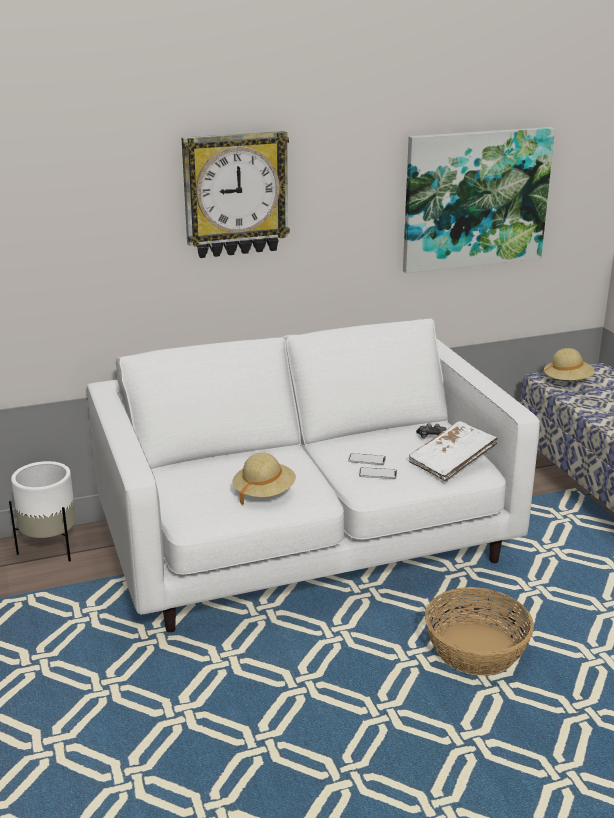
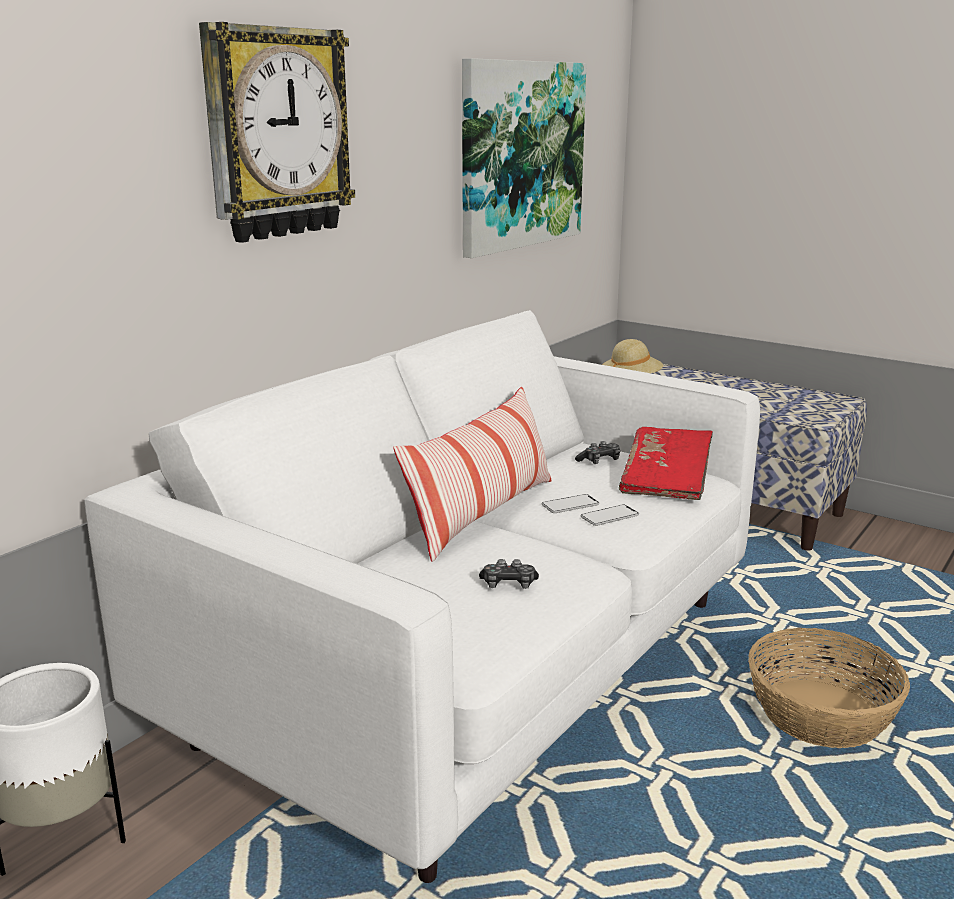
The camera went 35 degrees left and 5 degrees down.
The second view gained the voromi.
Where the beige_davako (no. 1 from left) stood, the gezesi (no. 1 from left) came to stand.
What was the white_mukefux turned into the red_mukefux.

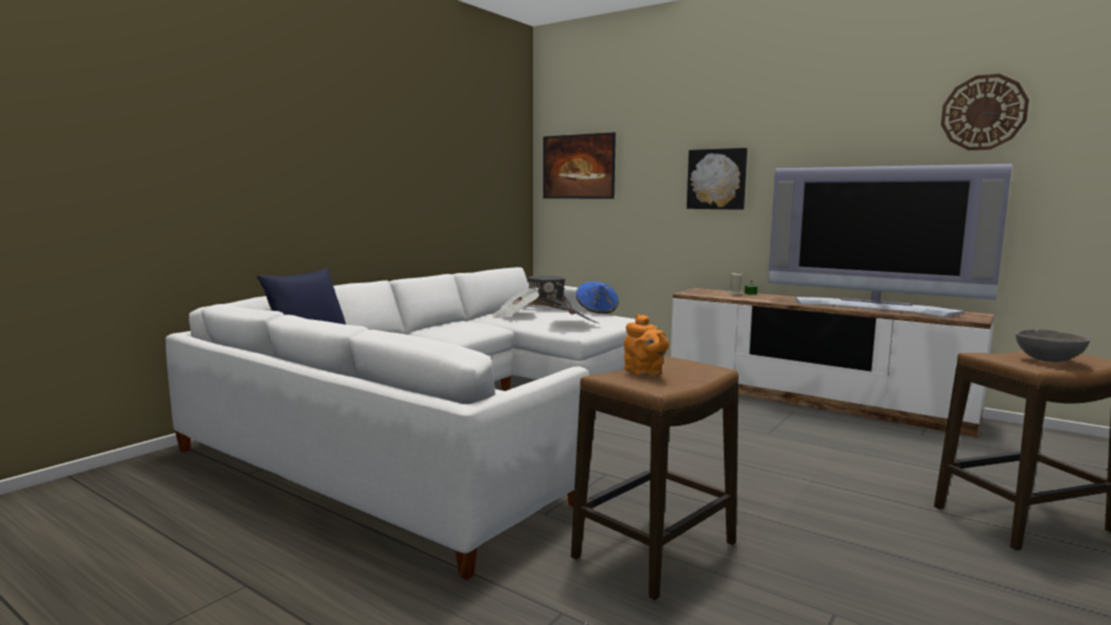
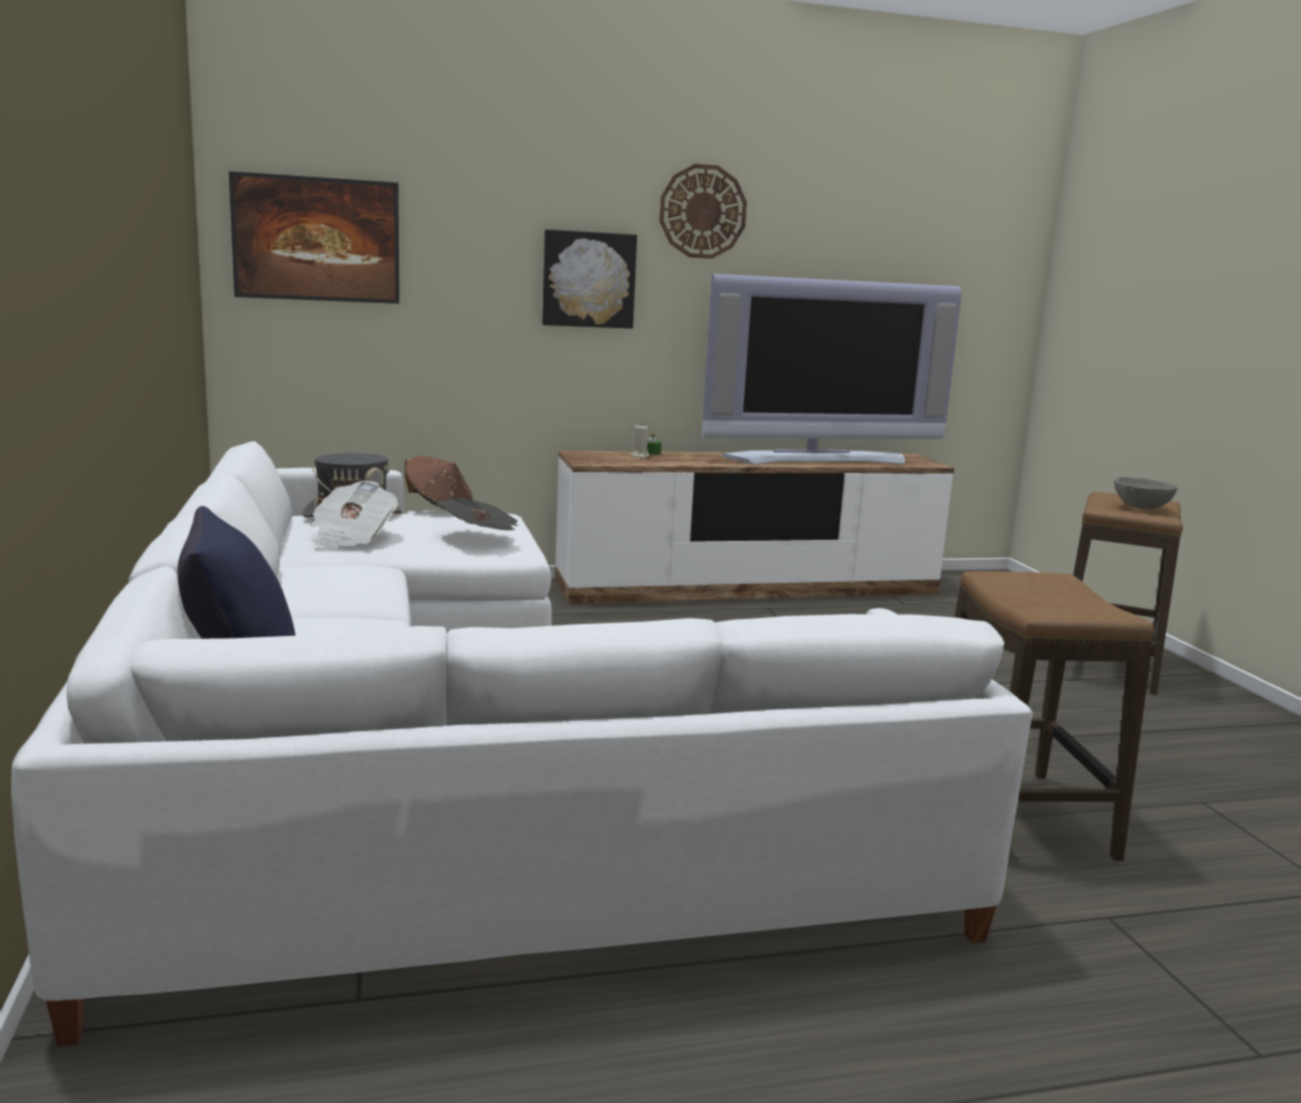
The camera went 50 degrees left and 5 degrees up.
The second view lost the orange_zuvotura.
The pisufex ended up elsewhere.
What was the blue_davako turned into the brown_davako.

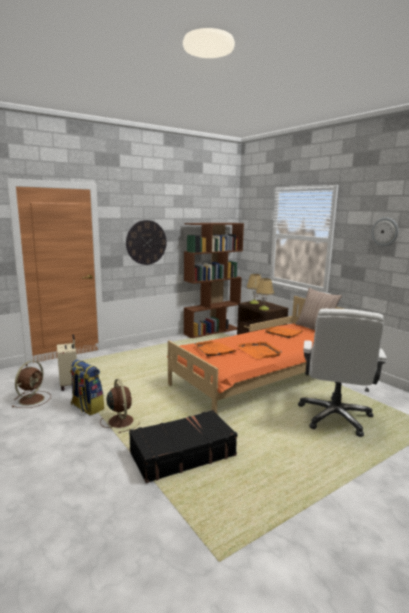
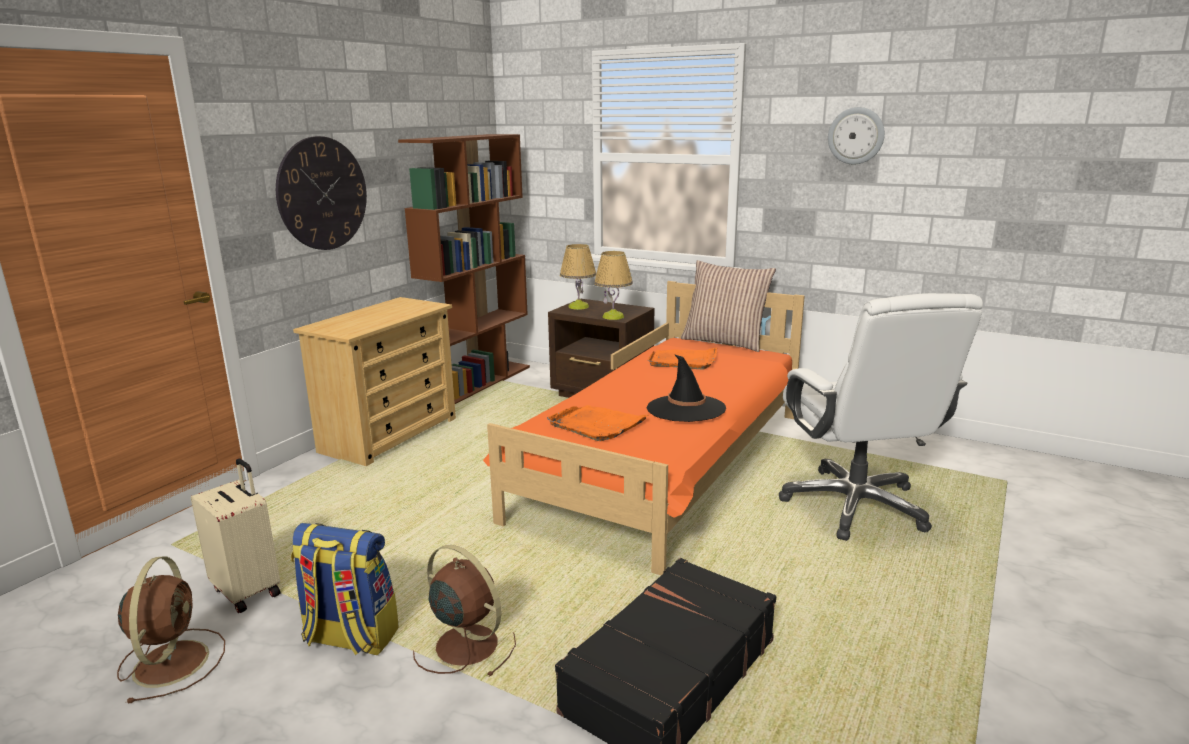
The camera went 25 degrees left and 5 degrees up.
The second view gained the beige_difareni.
Where the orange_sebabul (no. 2 from left) stood, the black_davako came to stand.

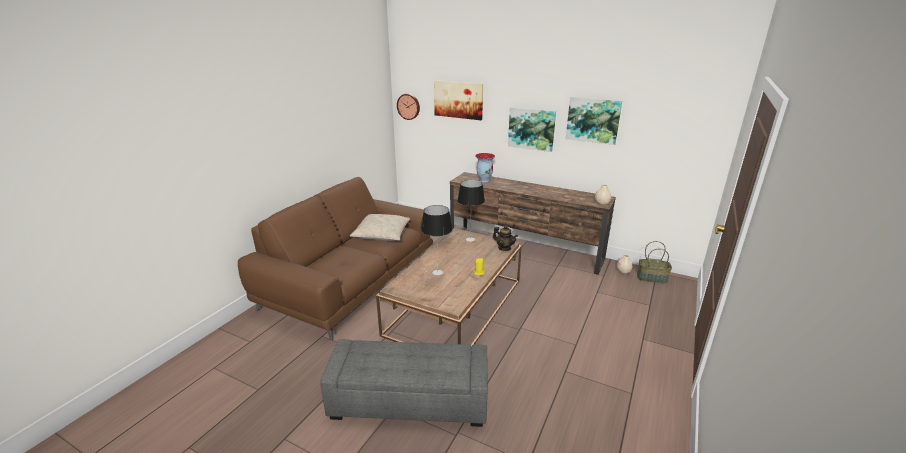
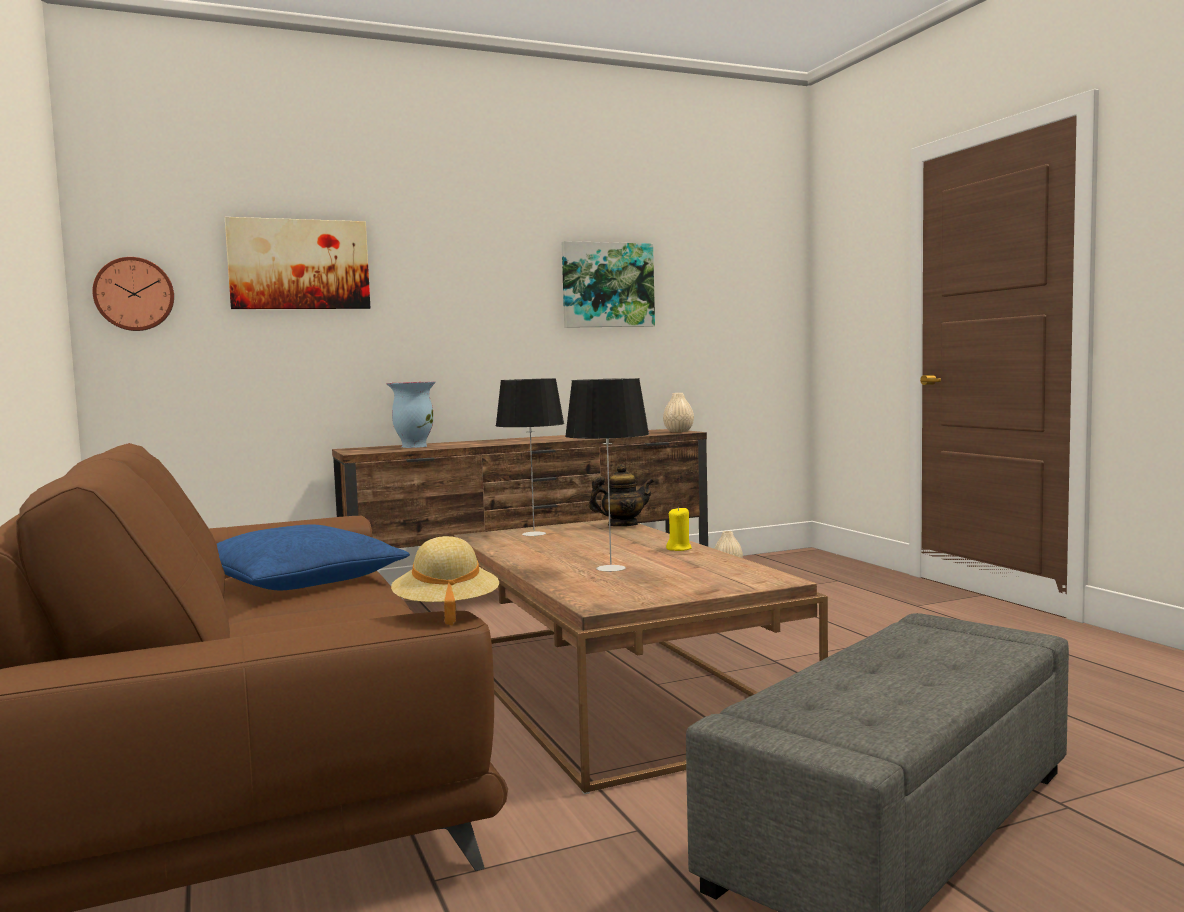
The camera went 50 degrees left and 20 degrees down.
The second view lost the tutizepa (no. 2 from left).
The second view lost the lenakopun.
The second view gained the beige_davako.
What was the beige_voromi turned into the blue_voromi.

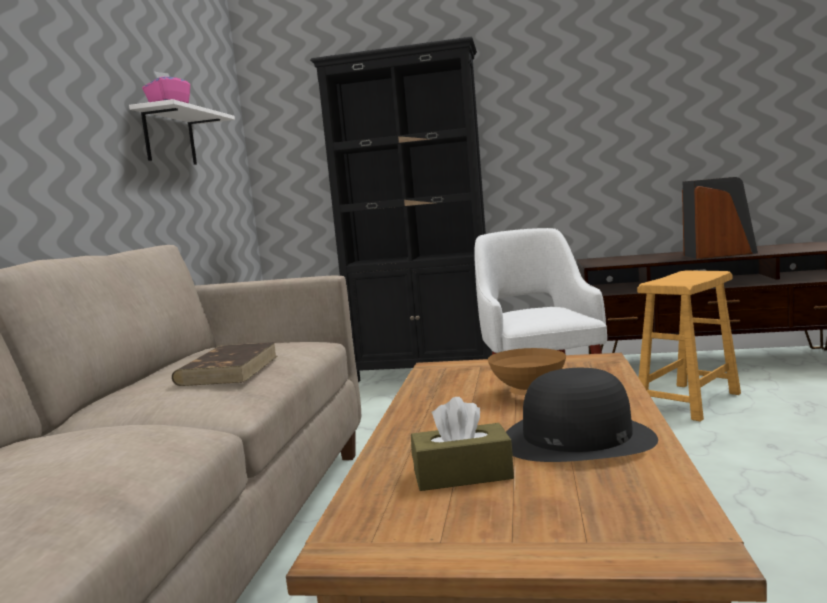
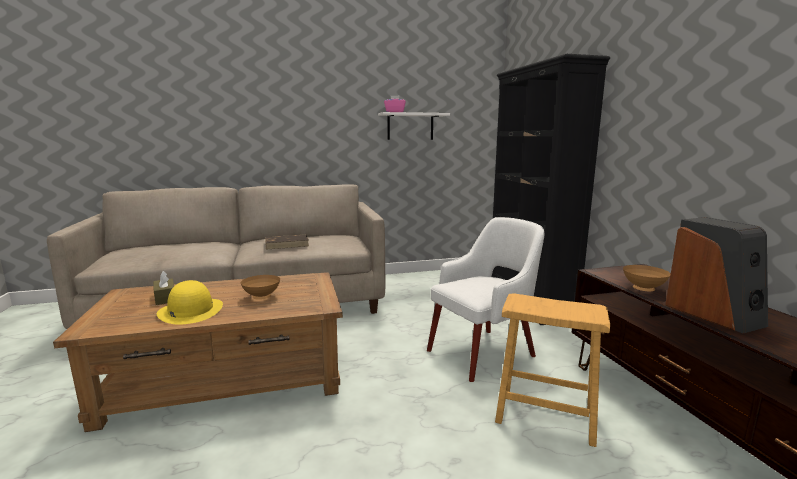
The camera went 65 degrees right and 5 degrees up.
The second view gained the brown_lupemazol (no. 2 from left).
What was the black_davako turned into the yellow_davako.

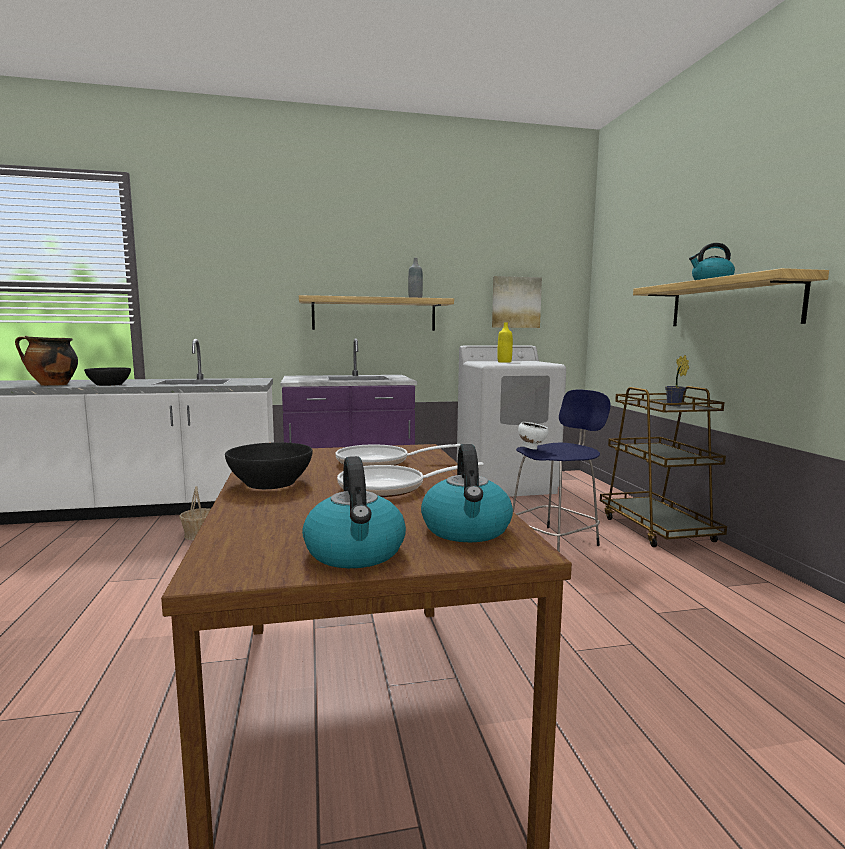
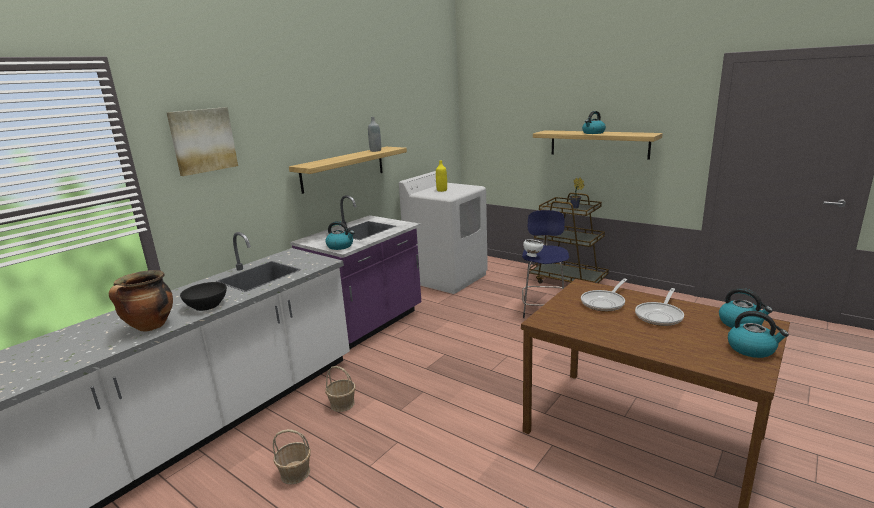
The camera went 40 degrees left and 10 degrees up.
The second view lost the black_lupemazol (no. 2 from left).
The second view gained the lenakopun (no. 1 from left).
The second view gained the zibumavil (no. 1 from left).
The tutizepa ended up elsewhere.

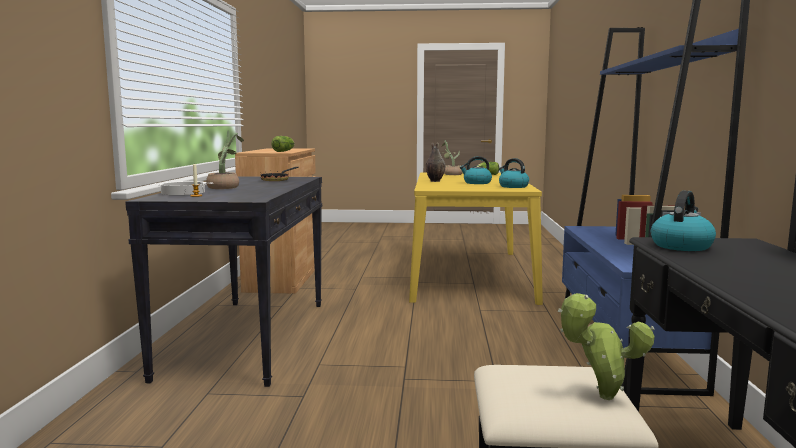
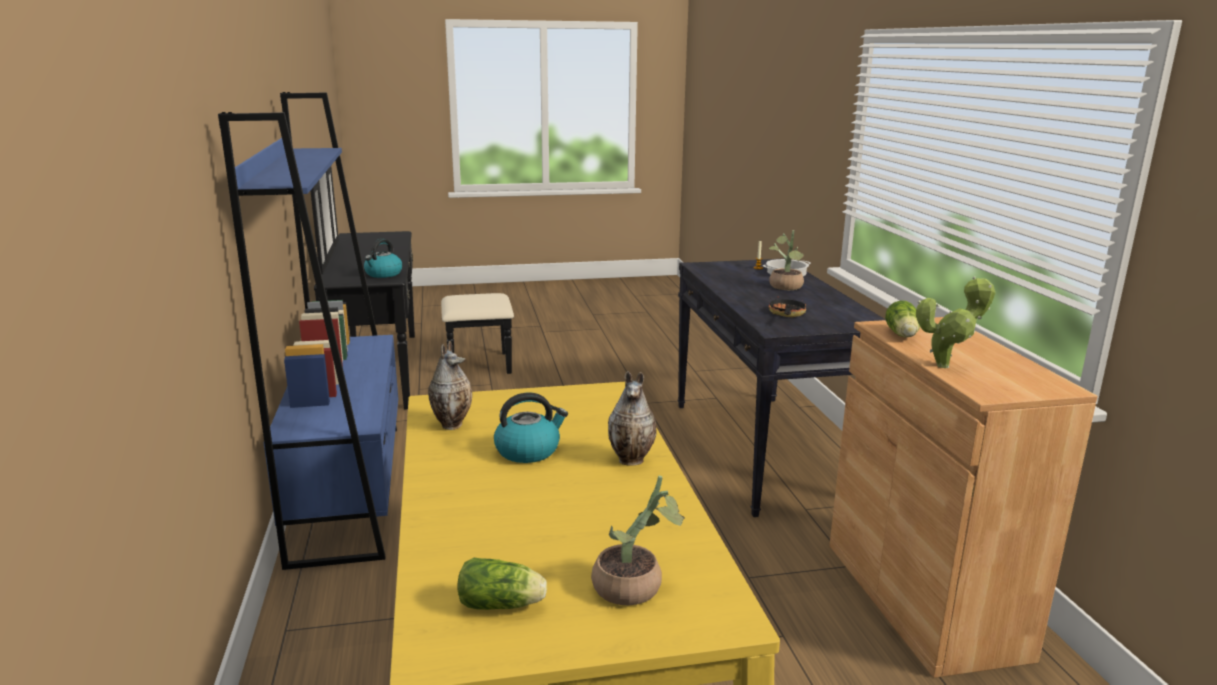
The camera went 165 degrees right and 10 degrees up.
The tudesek (no. 3 from left) ended up elsewhere.
Where the zibumavil (no. 2 from left) stood, the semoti (no. 1 from left) came to stand.

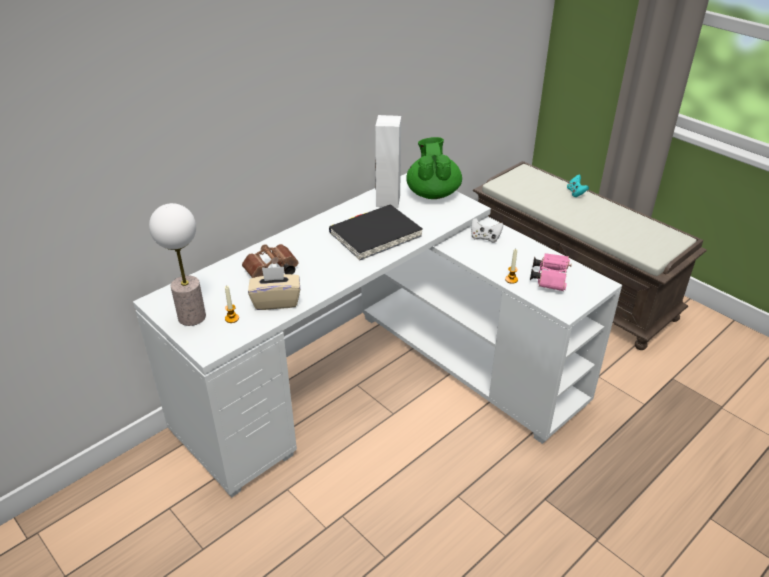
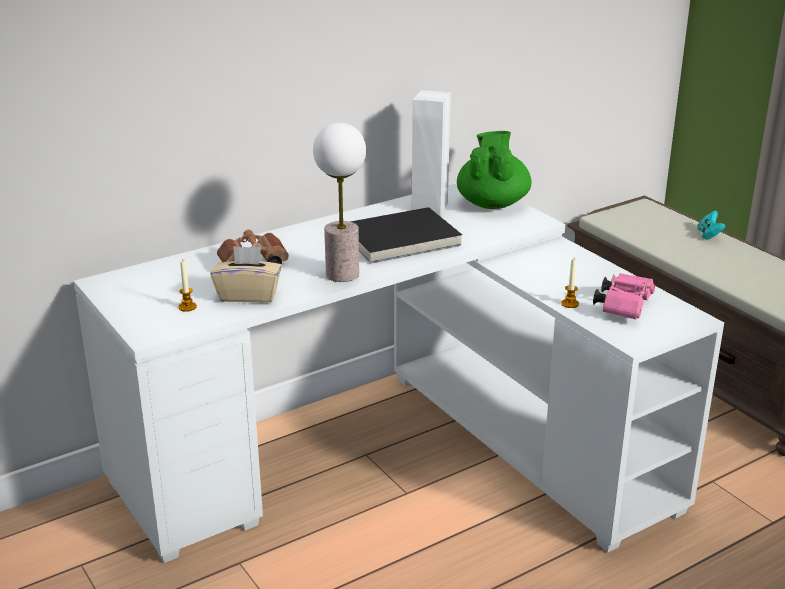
The camera went 10 degrees right and 10 degrees down.
The second view lost the white_gezesi.
The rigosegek ended up elsewhere.

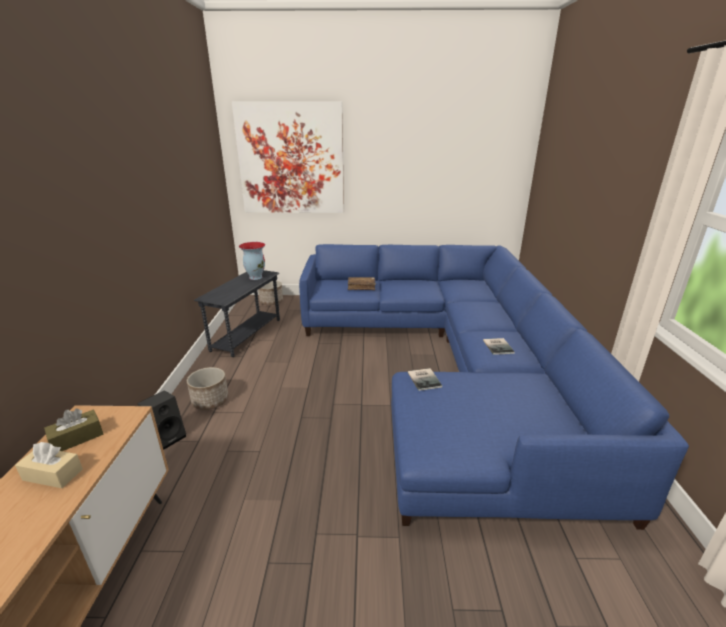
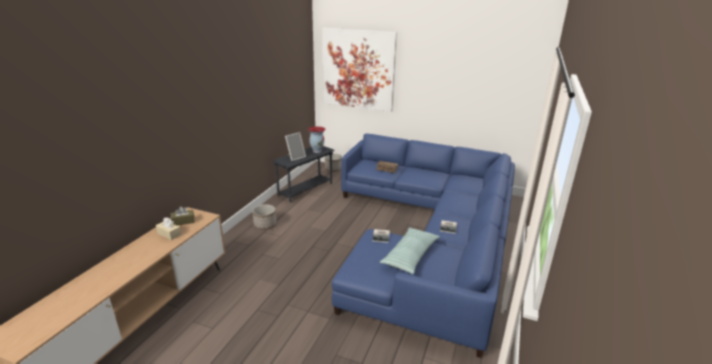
The camera went 20 degrees right and 0 degrees up.
The second view lost the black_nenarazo.
The second view gained the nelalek.
The second view gained the voromi.

